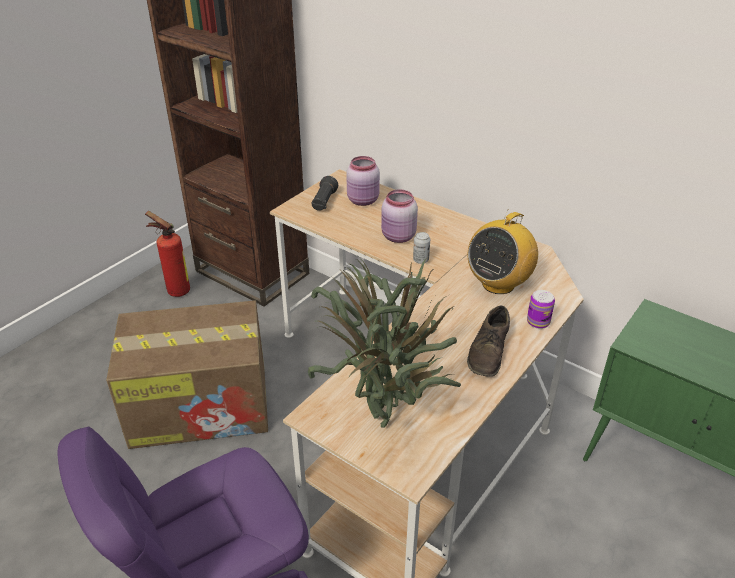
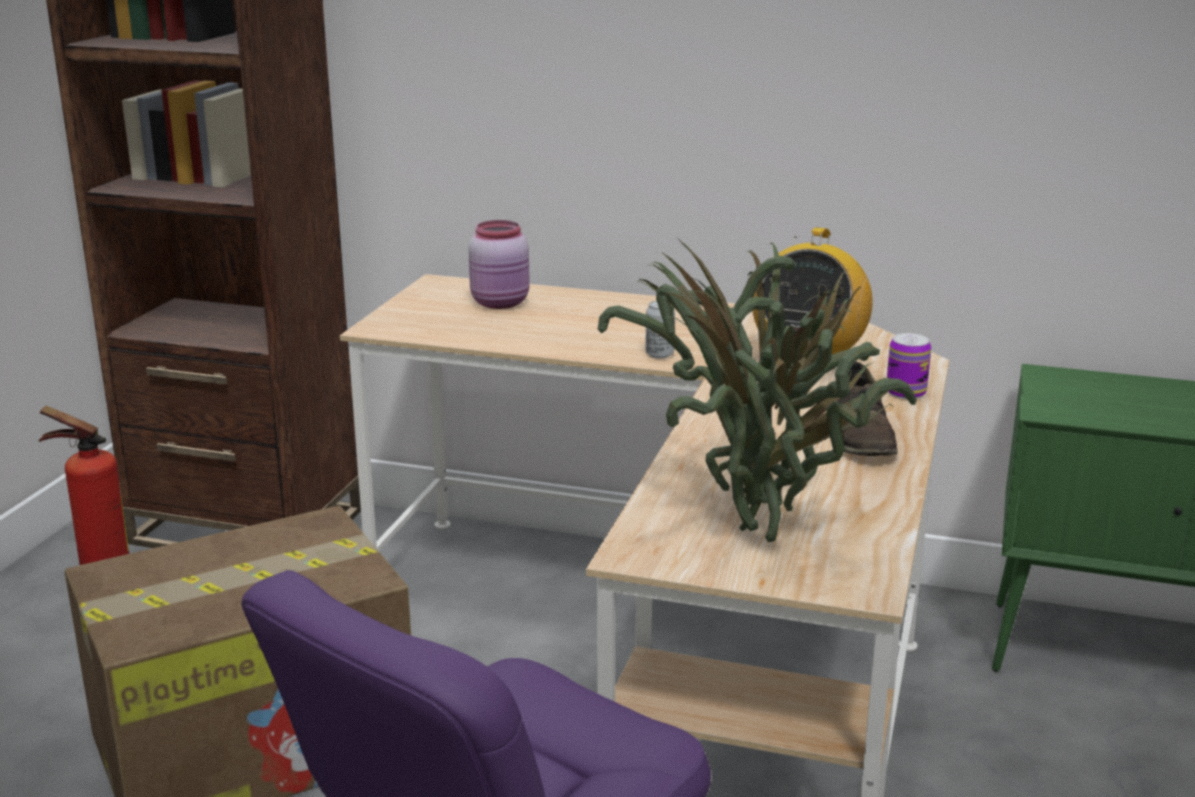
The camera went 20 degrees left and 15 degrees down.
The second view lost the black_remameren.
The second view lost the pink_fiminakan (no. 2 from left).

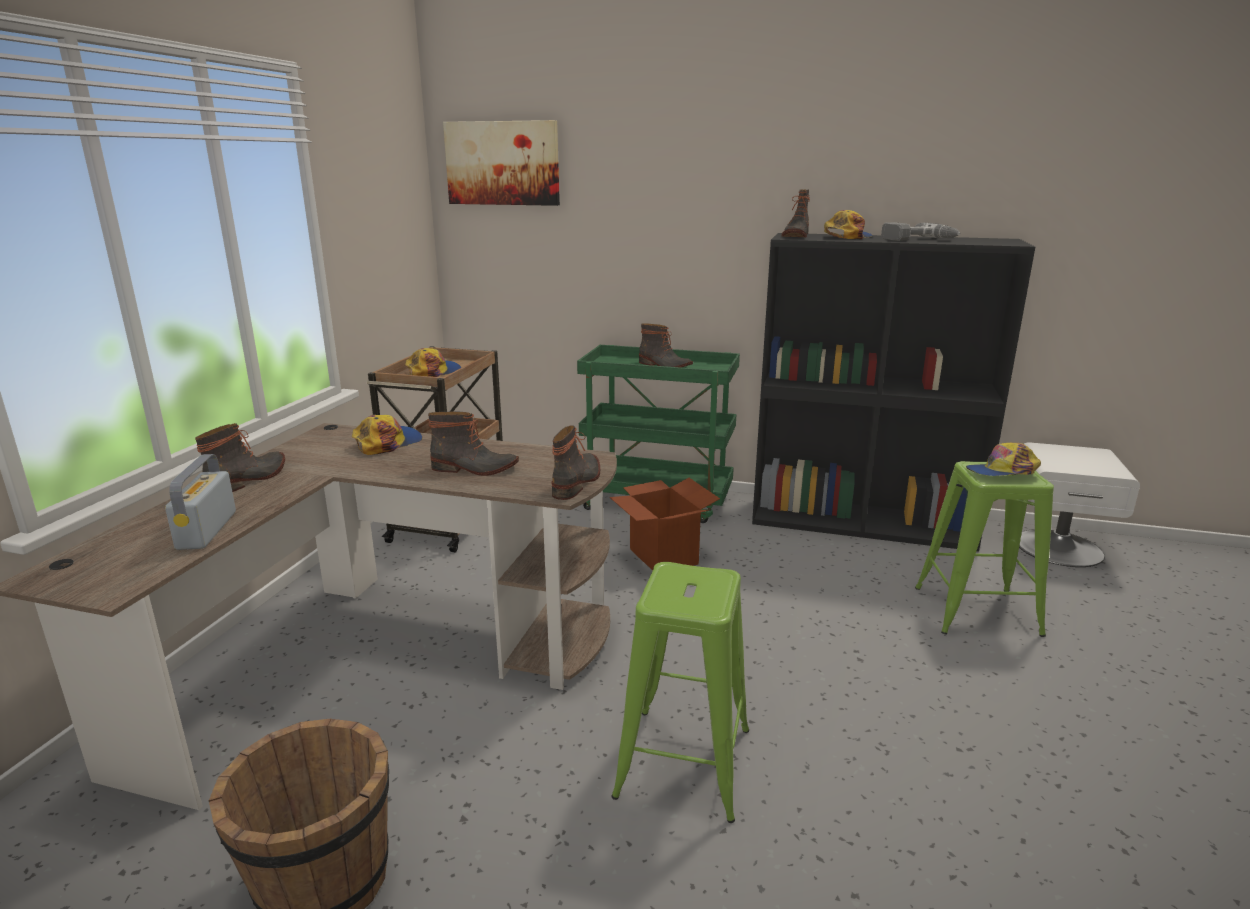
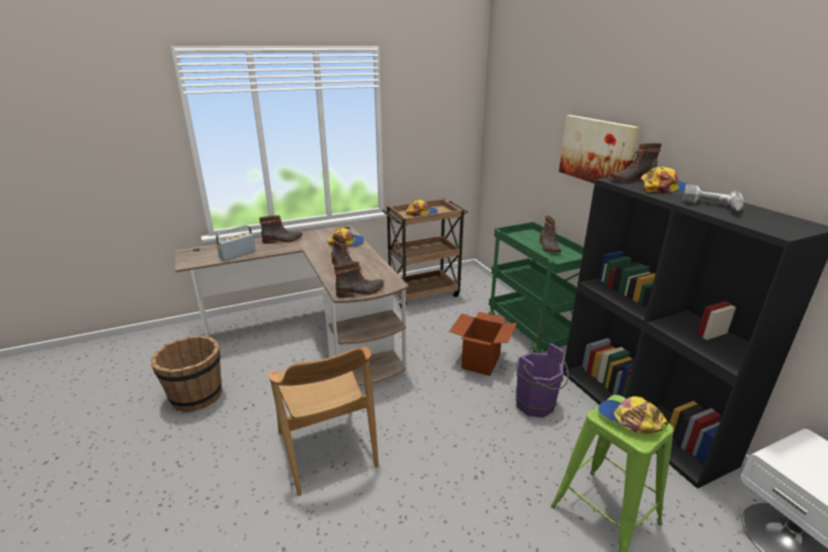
The camera went 50 degrees right and 5 degrees up.
The second view gained the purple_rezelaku.
The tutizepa ended up elsewhere.
Where the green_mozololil (no. 1 from left) stood, the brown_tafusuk came to stand.

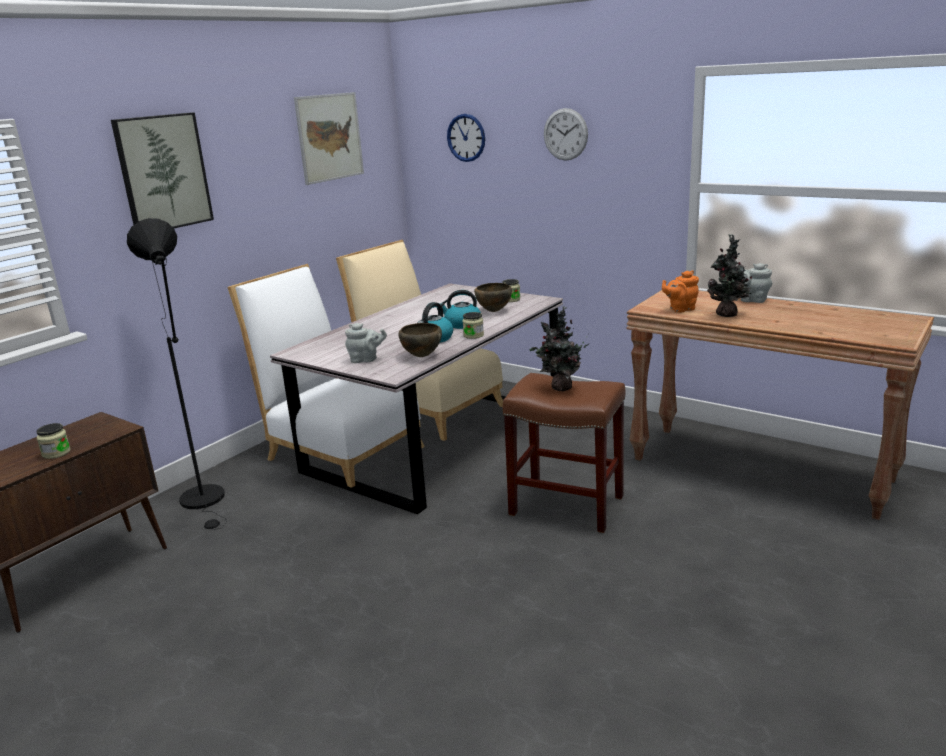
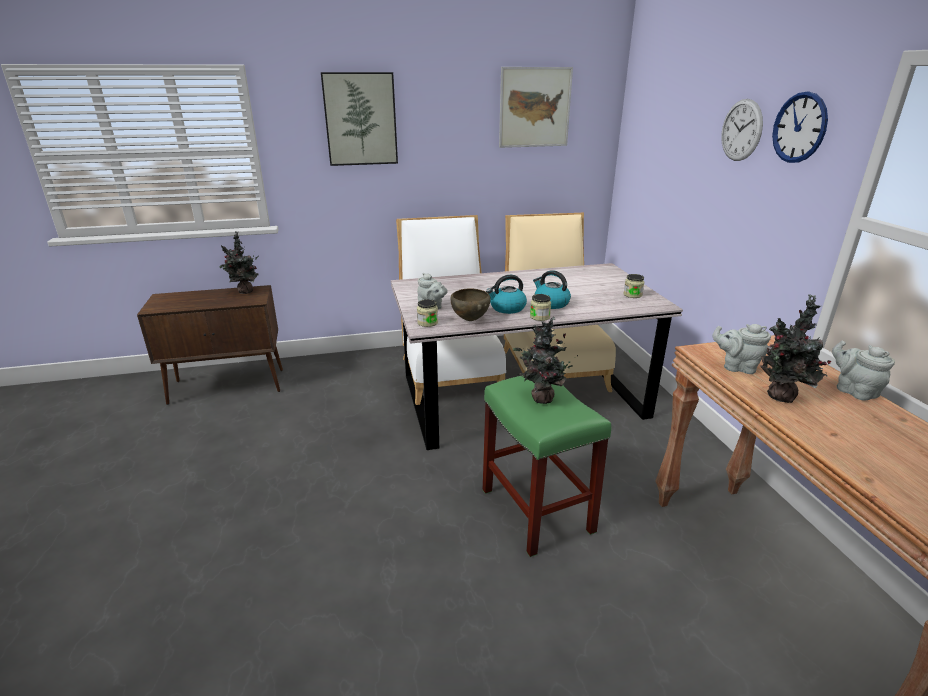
The camera went 40 degrees right and 5 degrees up.
The second view lost the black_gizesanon.
The second view lost the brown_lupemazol (no. 2 from left).
The second view gained the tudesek (no. 1 from left).
The fiminakan (no. 1 from left) ended up elsewhere.
The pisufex (no. 1 from left in the first image) ended up elsewhere.
What was the brown_mozololil turned into the green_mozololil.
What was the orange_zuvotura turned into the grey_zuvotura (no. 2 from left).

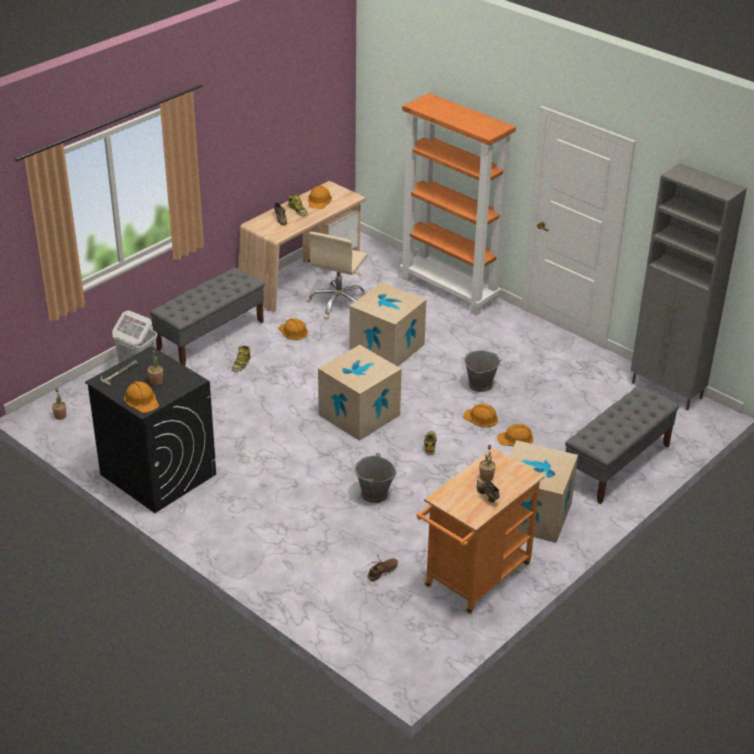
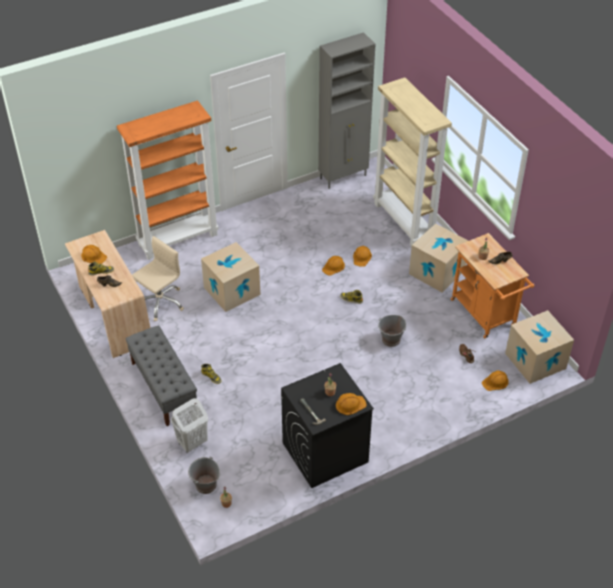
The camera went 70 degrees left and 10 degrees up.
The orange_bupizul (no. 2 from left in the first image) ended up elsewhere.
The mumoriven (no. 1 from left in the first image) ended up elsewhere.
The grey_rezelaku (no. 2 from left in the first image) ended up elsewhere.
Where the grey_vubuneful (no. 2 from left) stood, the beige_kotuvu came to stand.
The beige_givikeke ended up facing another way, 90 degrees counterclockwise from before.

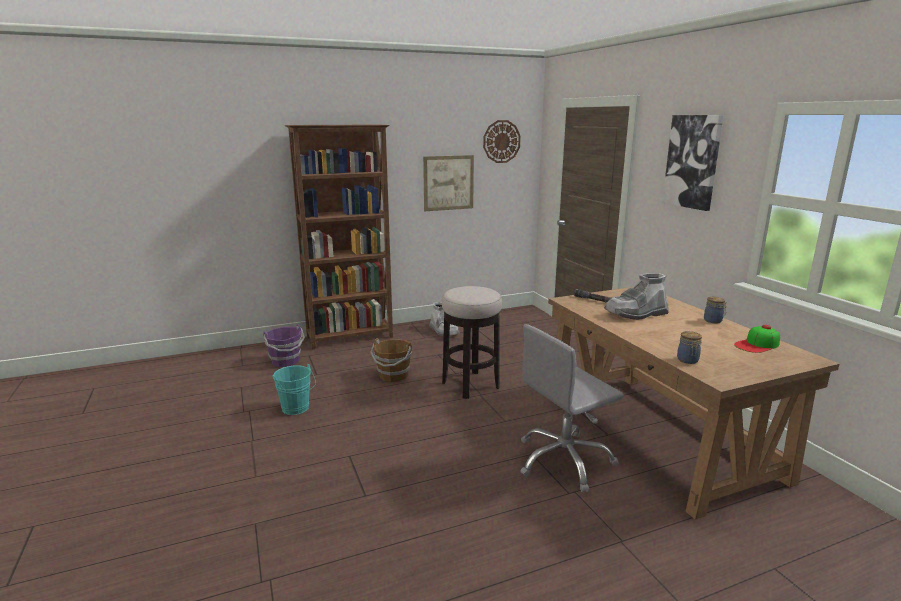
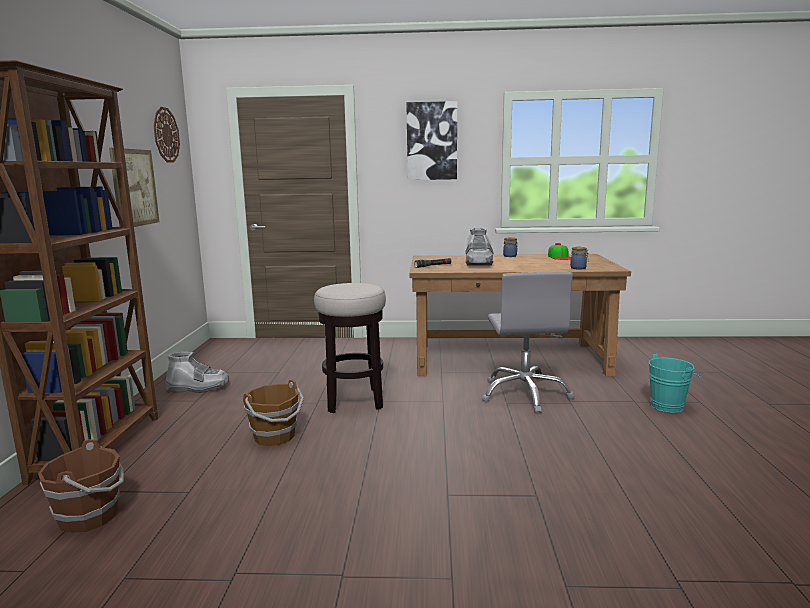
The camera went 65 degrees left and 5 degrees down.
The turquoise_rezelaku ended up elsewhere.
What was the purple_rezelaku turned into the brown_rezelaku (no. 1 from left).

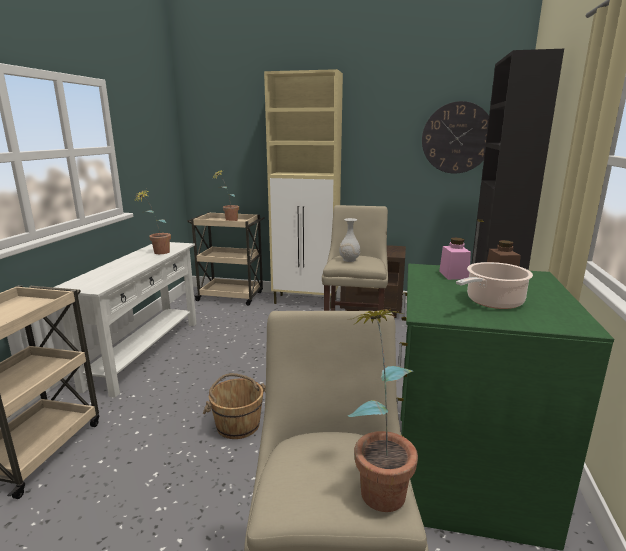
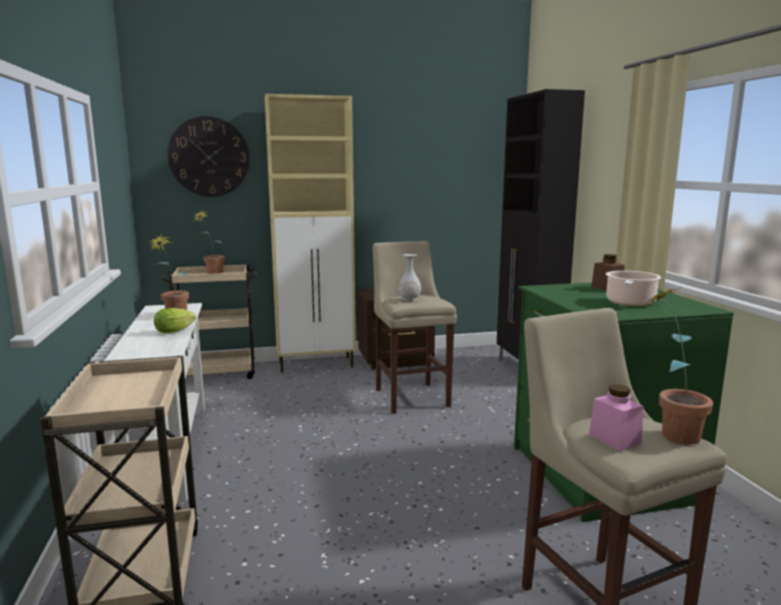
The camera went 25 degrees left and 5 degrees down.
The second view lost the brown_rezelaku.
The second view gained the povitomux.
The pisufex ended up elsewhere.
The pink_fiminakan ended up elsewhere.

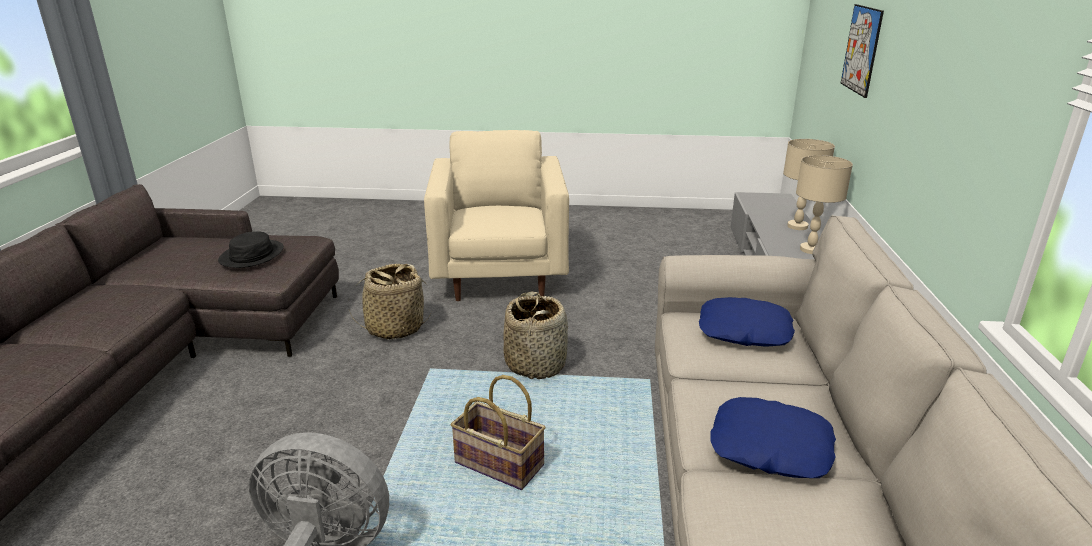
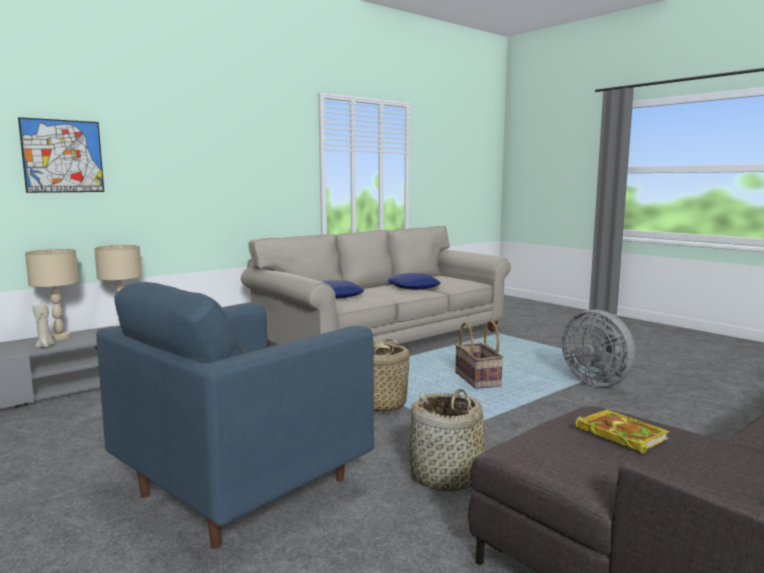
The camera went 135 degrees left and 15 degrees down.
The second view gained the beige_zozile.
Where the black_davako stood, the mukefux came to stand.
What was the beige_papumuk turned into the blue_papumuk.

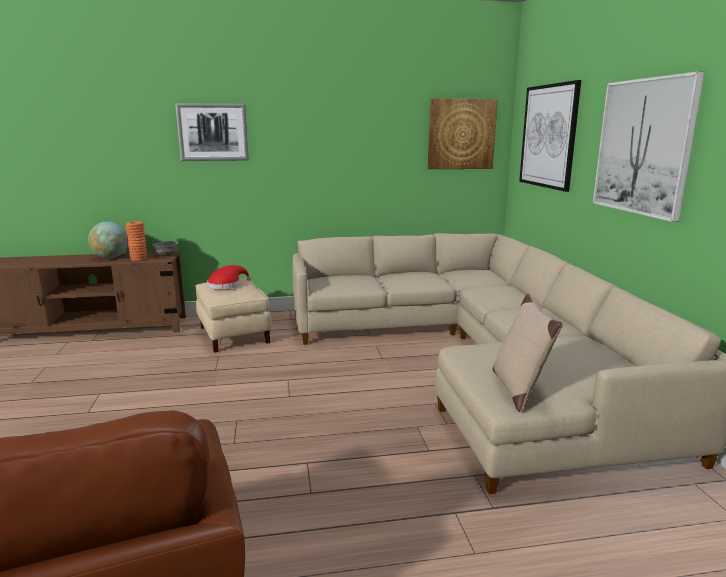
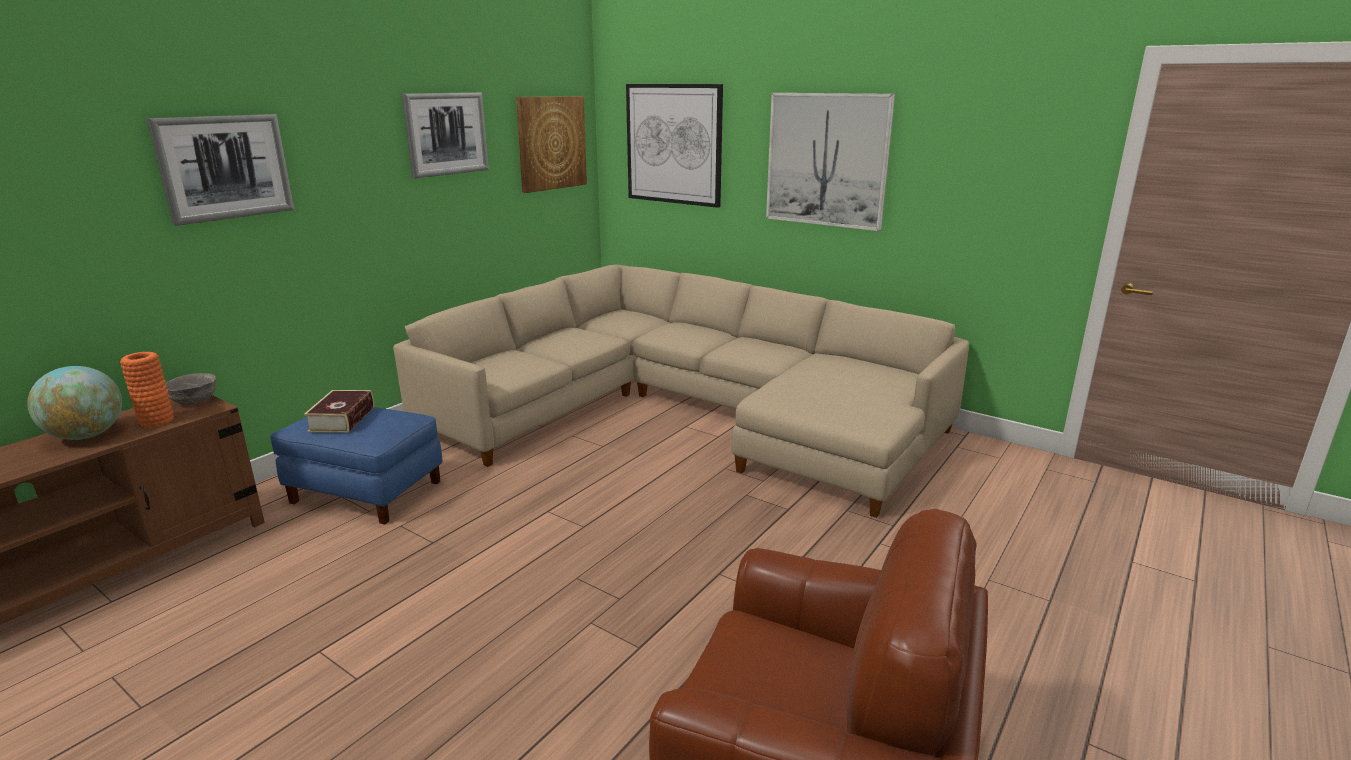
The camera went 45 degrees left and 5 degrees up.
The second view lost the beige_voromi.
The second view gained the tutizepa (no. 2 from left).
Where the red_davako stood, the mukefux came to stand.
What was the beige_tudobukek turned into the blue_tudobukek.

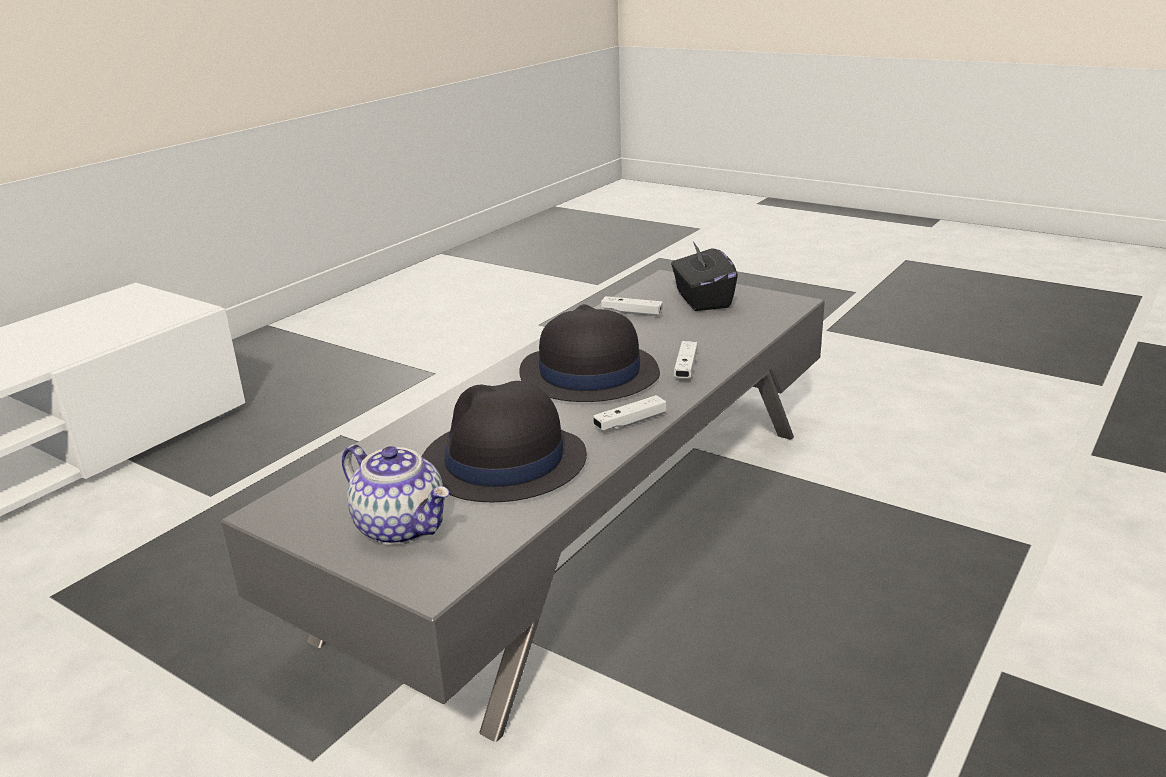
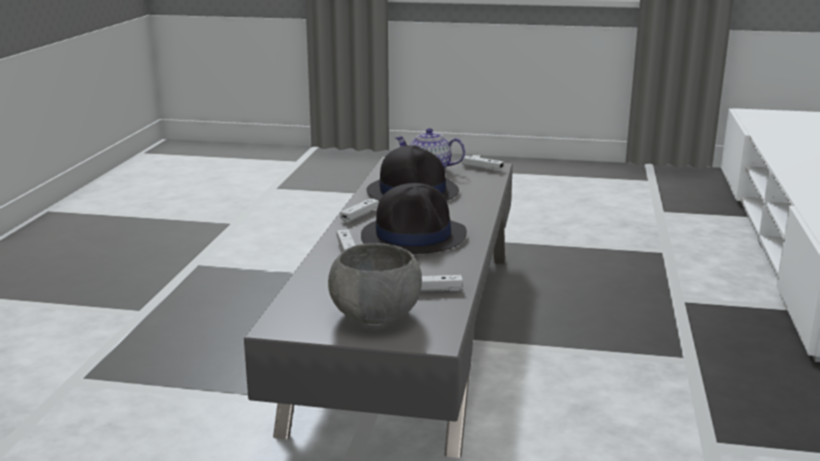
The camera went 155 degrees right and 5 degrees down.
The second view gained the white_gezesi (no. 4 from left).
Where the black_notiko stood, the grey_lupemazol came to stand.

